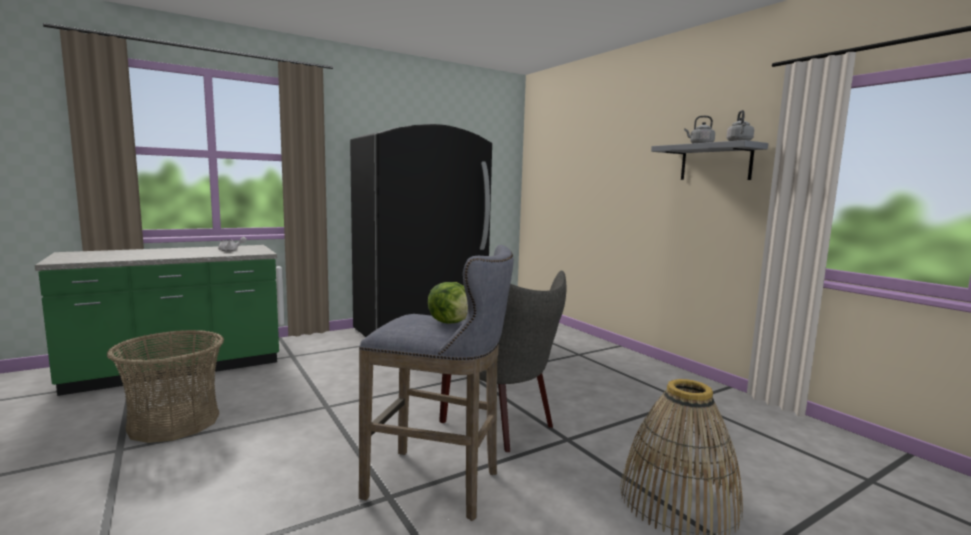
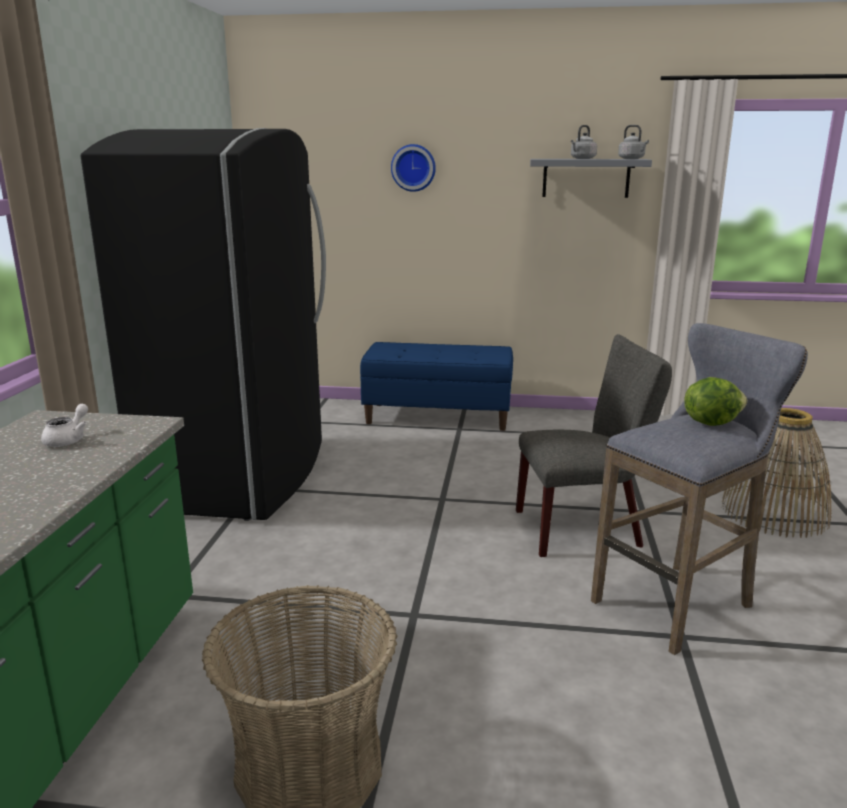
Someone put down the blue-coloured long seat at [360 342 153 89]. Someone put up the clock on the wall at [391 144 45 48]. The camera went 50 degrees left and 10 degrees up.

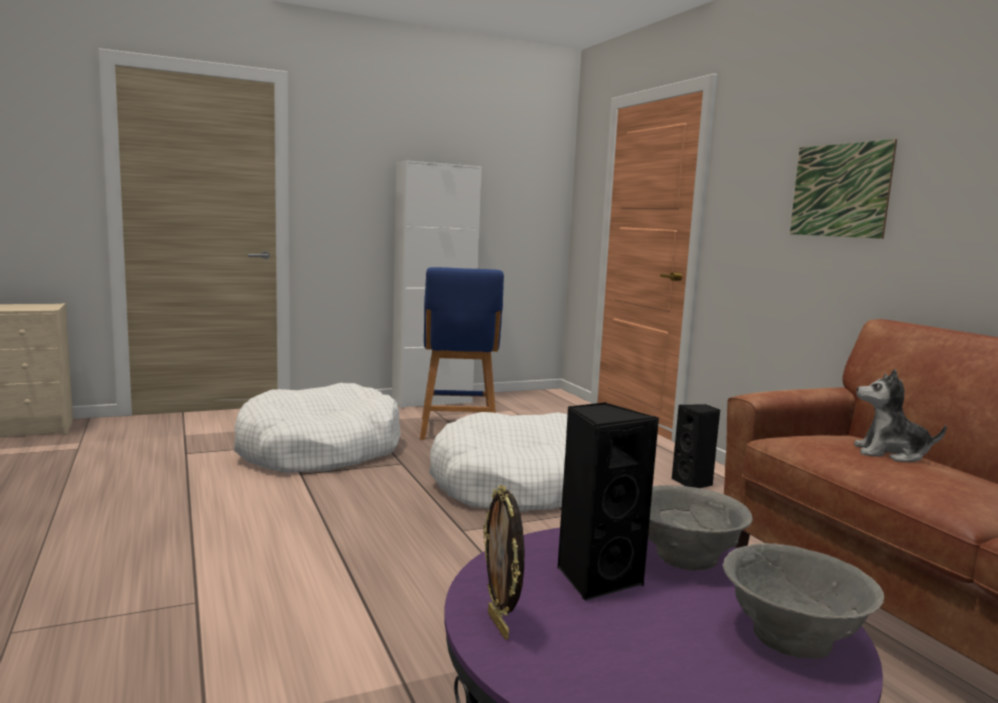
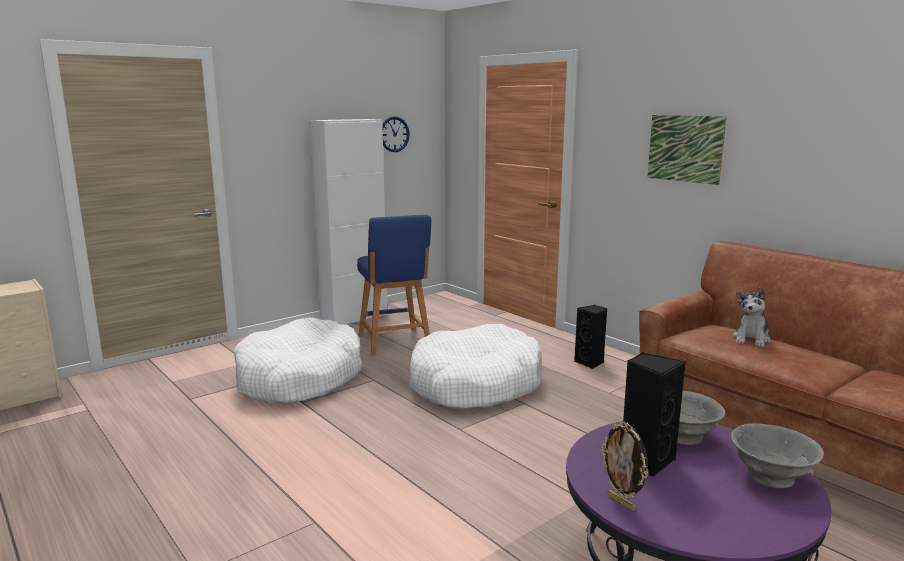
Someone rotated the soft toy at [854 369 93 93] by 60 degrees counterclockwise. Someone put up the clock on the wall at [382 116 27 36]. The camera went 15 degrees left and 5 degrees up.

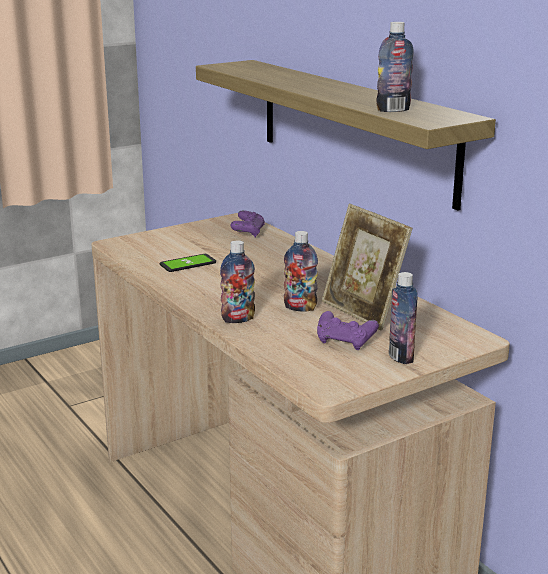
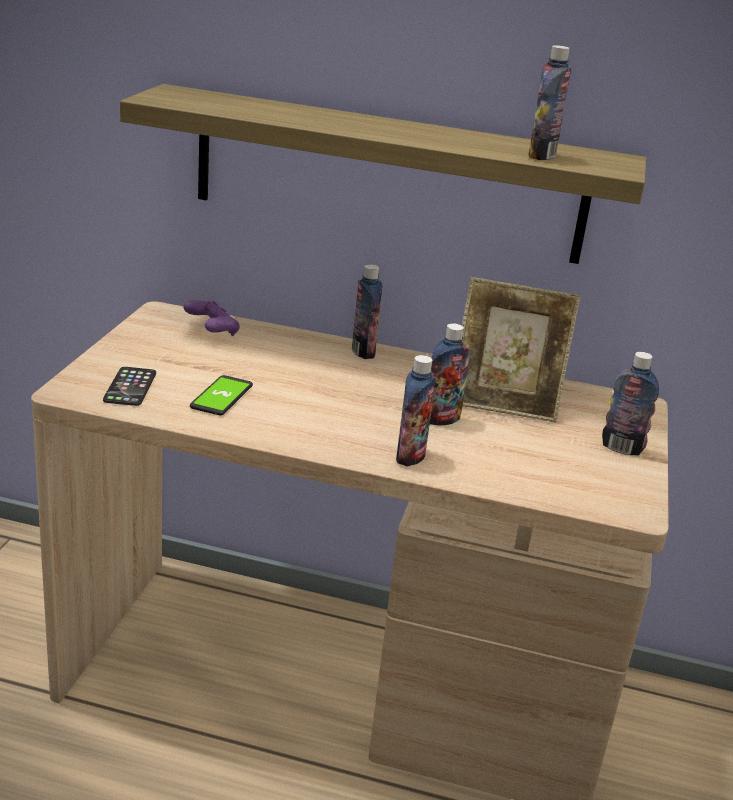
Someone took away the purple-coloured joypad at [317 311 62 39]. Someone put down the handset at [103 367 53 39]. Someone put down the bottle at [352 264 30 95]. The camera went 45 degrees left and 5 degrees up.

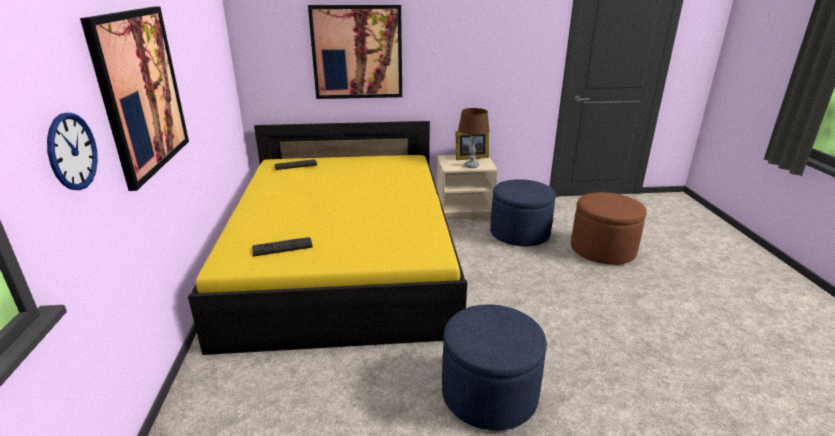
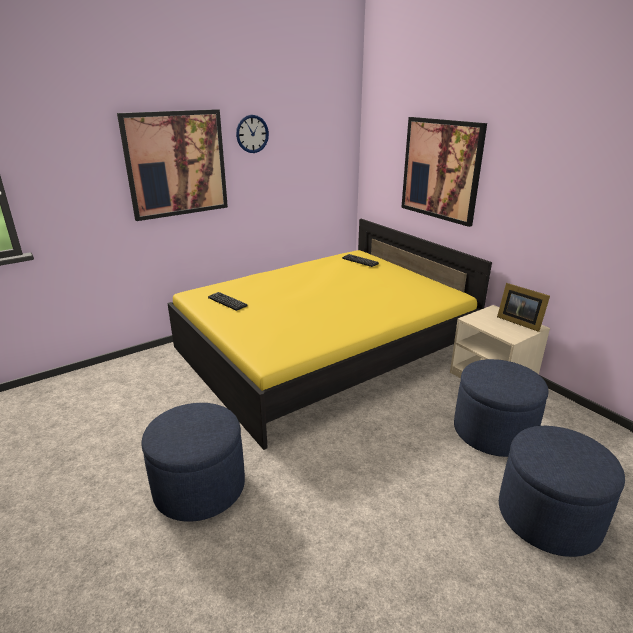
Someone carried the clock on the wall from [47 112 51 78] to [236 115 33 38]. Someone took away the brown-coloured tabletop lamp at [458 108 32 60]. Someone repainted the brown-coloured pouffe at [571 192 76 73], which became the blue-coloured pouffe at [499 426 126 131]. The camera went 60 degrees right and 0 degrees up.

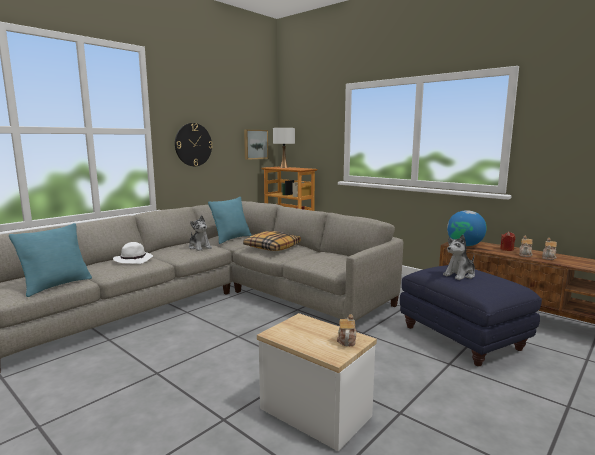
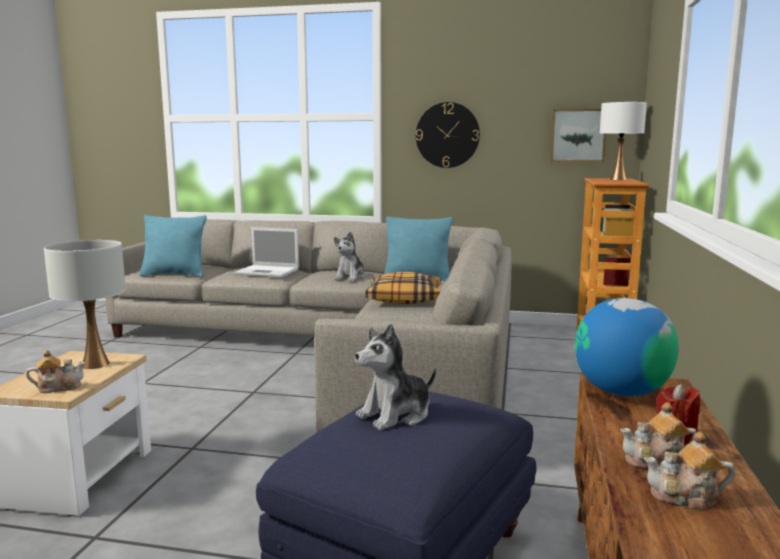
Someone swapped the white wearable hat at [113 242 40 22] for the notebook computer at [234 227 65 50]. Someone rotated the soft toy at [443 235 32 45] by 60 degrees counterclockwise. Someone put down the white tabletop lamp at [44 240 82 129]. The camera went 60 degrees right and 0 degrees up.

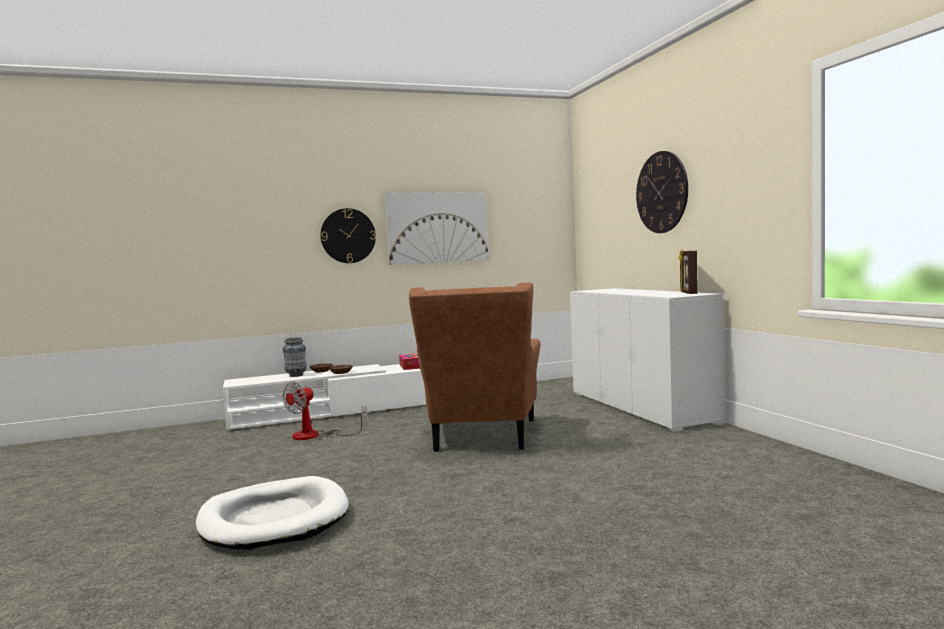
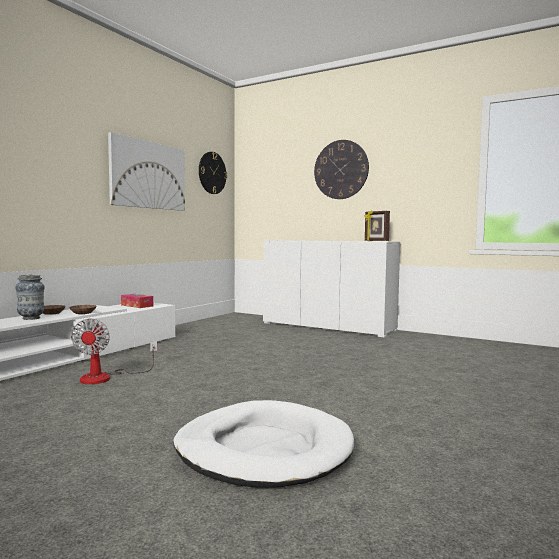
Someone carried the clock on the wall from [320 208 56 55] to [199 152 28 42]. Someone took away the brown-coloured easy chair at [409 282 132 170]. The camera went 40 degrees left and 0 degrees up.

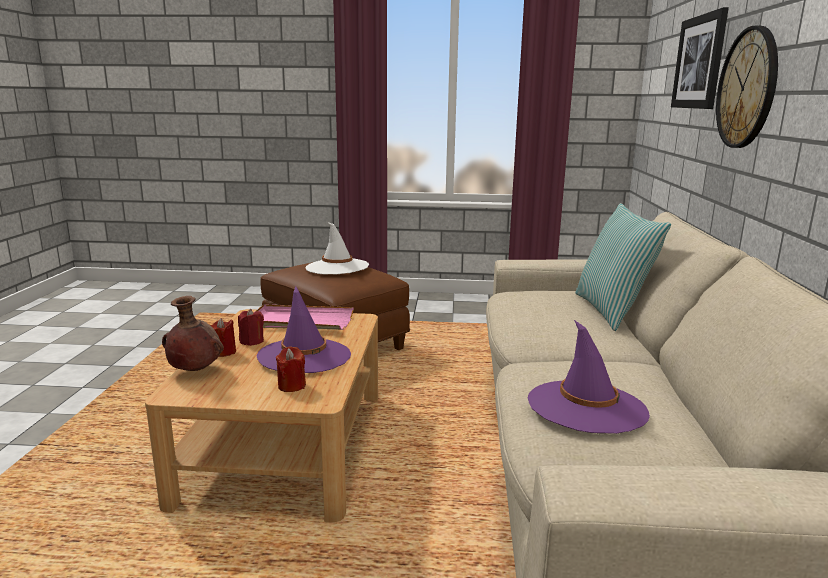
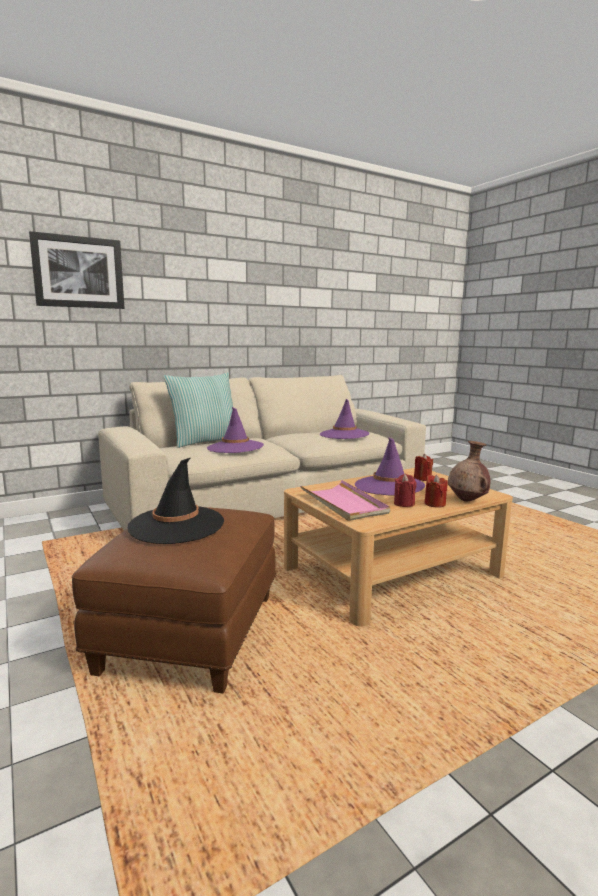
Someone repainted the white wearable hat at [305 222 64 52], which became the black wearable hat at [128 458 96 86]. Someone took away the clock on the wall at [716 26 62 122]. Someone put down the purple-coloured wearable hat at [207 407 57 46]. The camera went 125 degrees left and 5 degrees down.

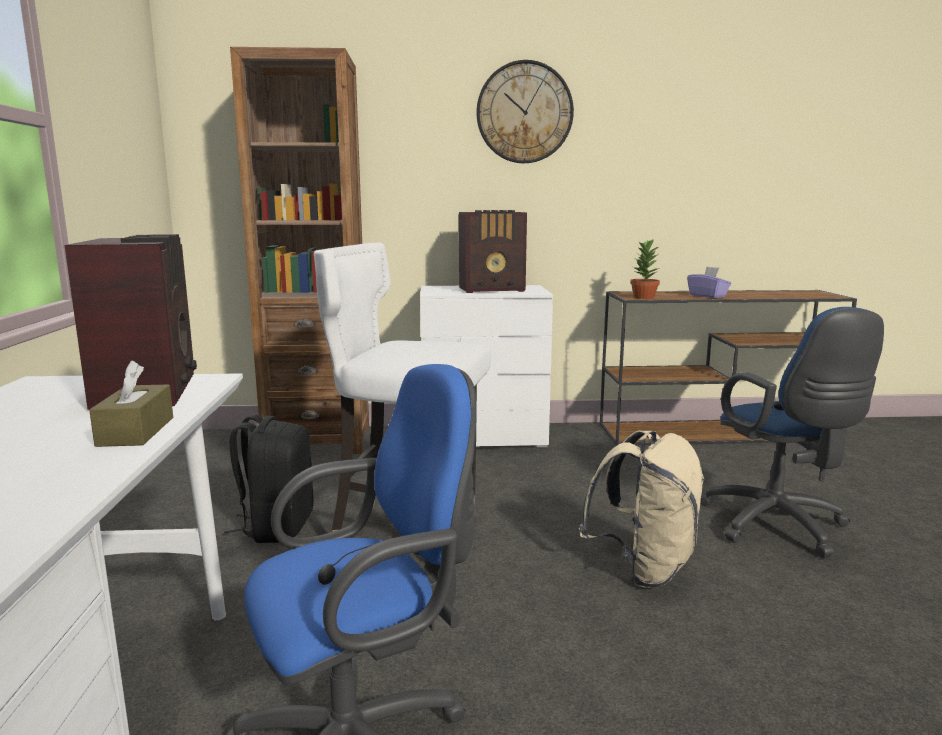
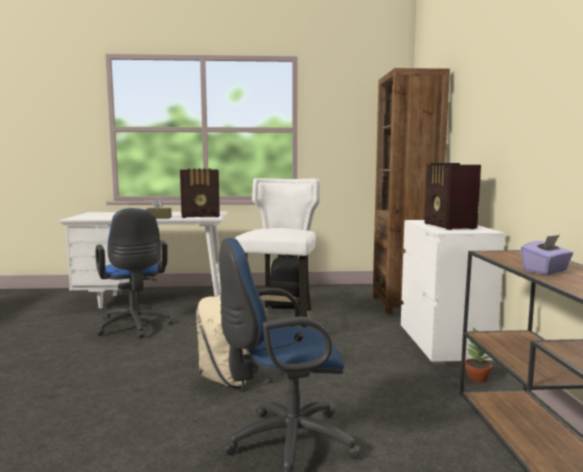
Someone took away the clock on the wall at [477 60 97 103]. Someone carried the houseplant from [630 240 30 59] to [465 328 27 55]. The camera went 90 degrees right and 5 degrees down.

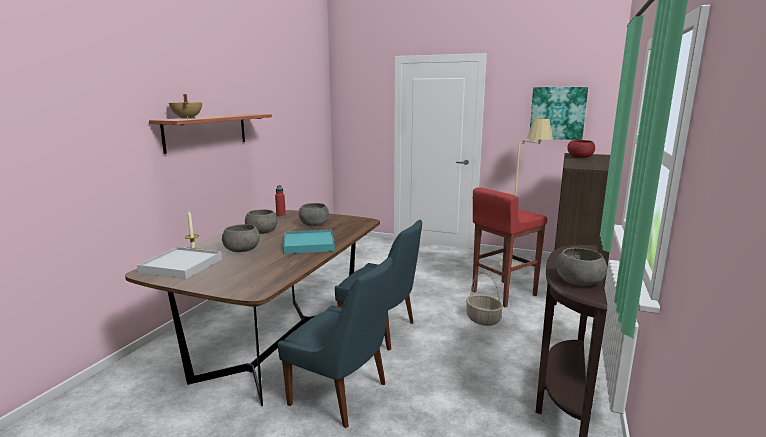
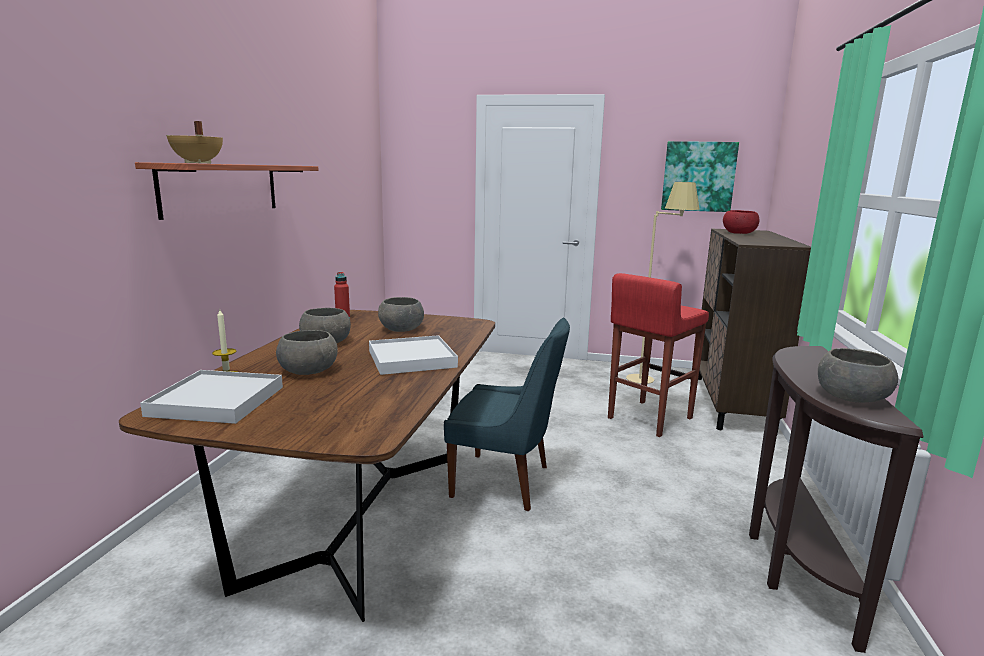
Someone took away the blue-coloured chair at [278 257 115 171]. Someone repainted the turquoise serving tray at [283 230 52 24], which became the white serving tray at [369 335 89 40]. Someone took away the basket at [466 272 37 54]. The camera went 10 degrees left and 0 degrees up.

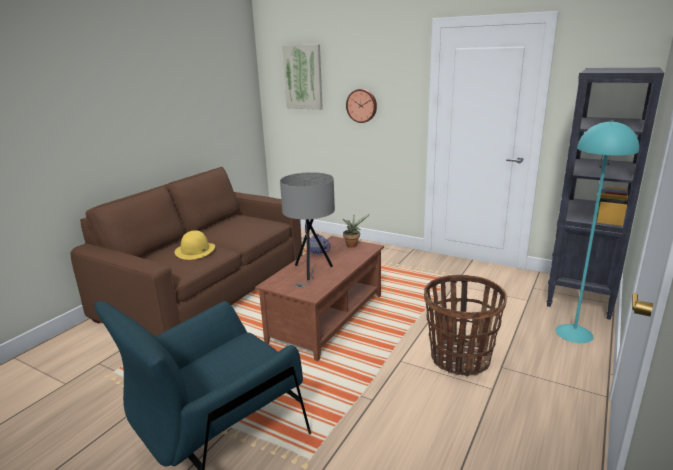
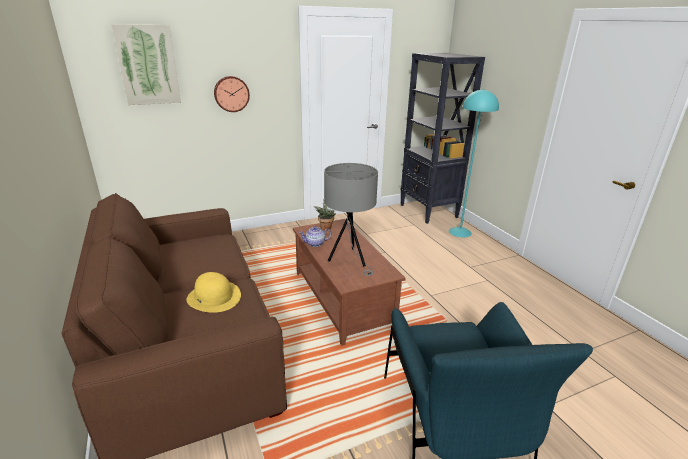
Someone took away the basket at [424 275 83 101]. The camera went 55 degrees left and 5 degrees up.

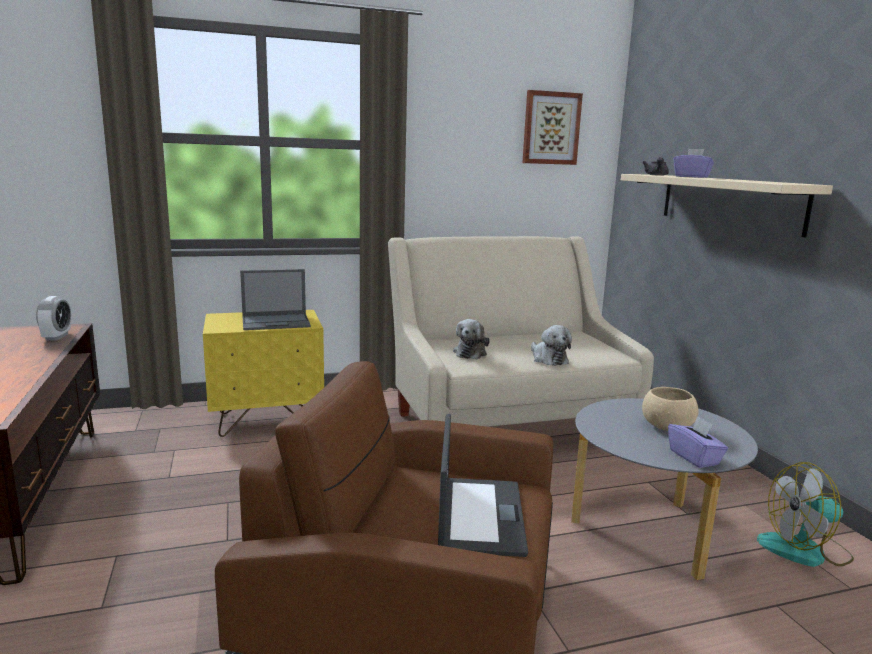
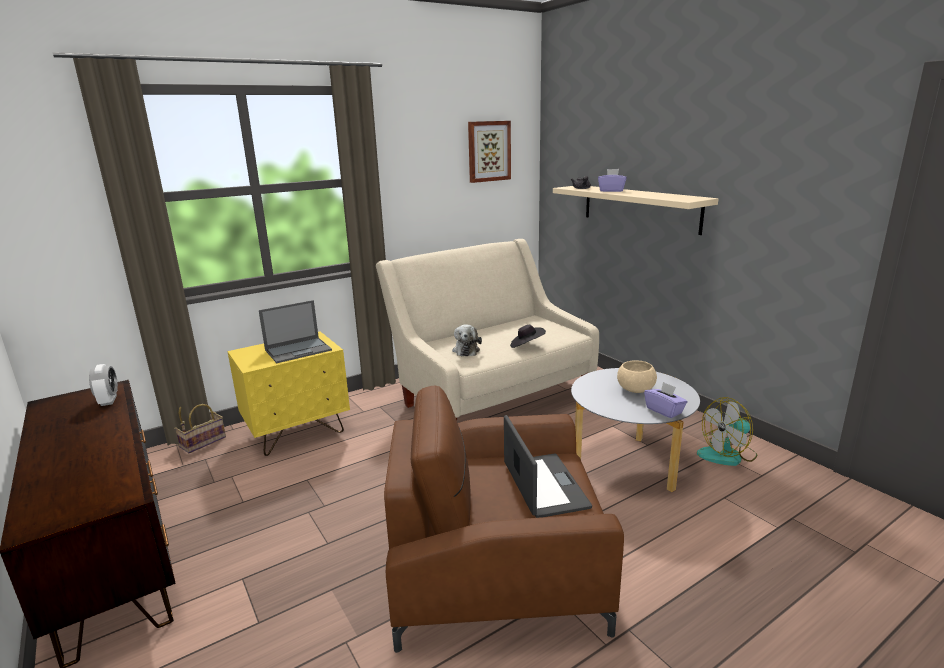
Someone swapped the soft toy at [531 325 41 41] for the black wearable hat at [510 325 36 23]. Someone put down the basket at [174 404 52 49]. The camera went 15 degrees left and 5 degrees up.

